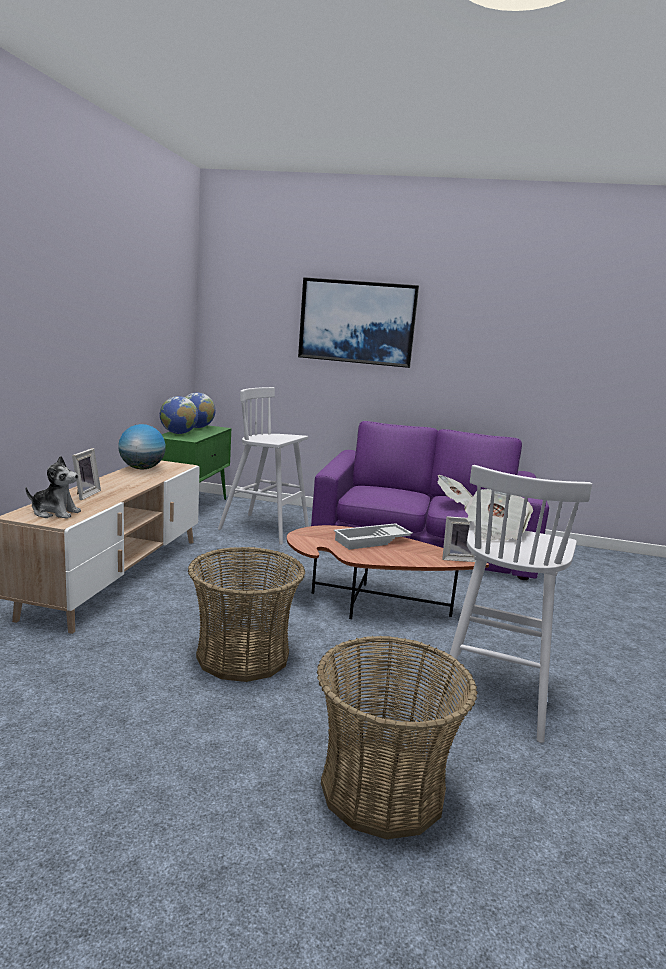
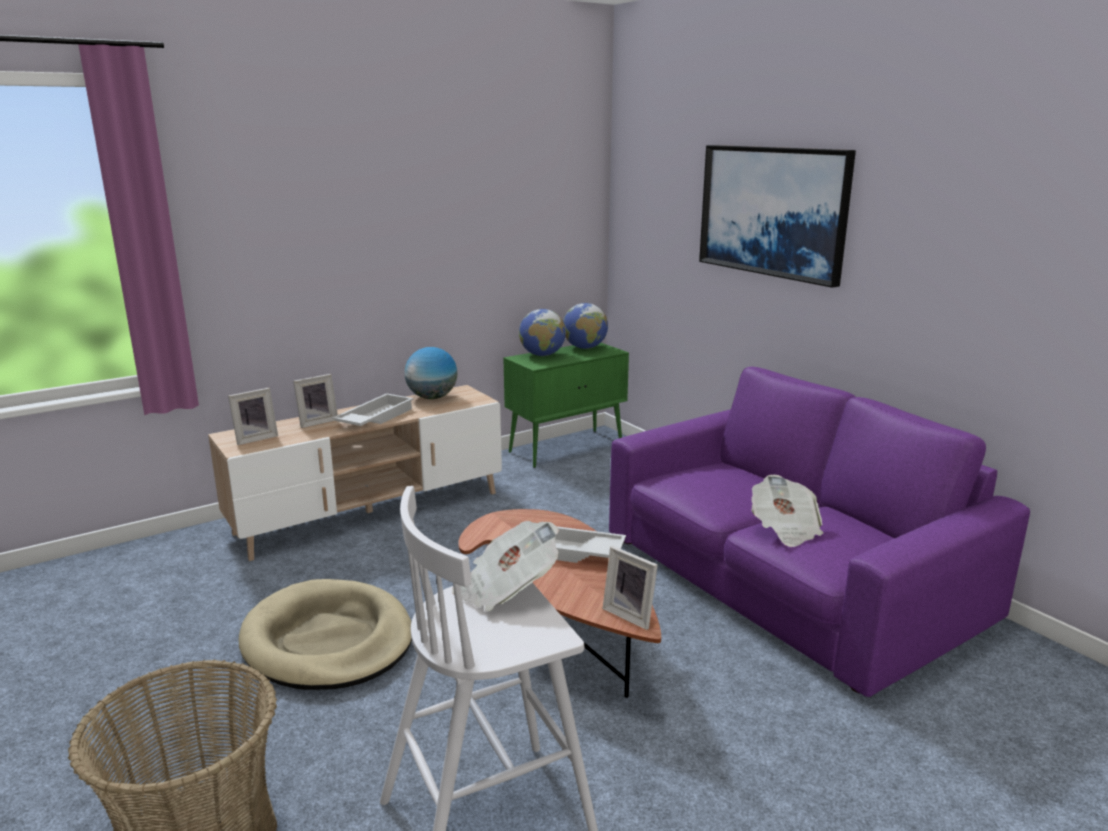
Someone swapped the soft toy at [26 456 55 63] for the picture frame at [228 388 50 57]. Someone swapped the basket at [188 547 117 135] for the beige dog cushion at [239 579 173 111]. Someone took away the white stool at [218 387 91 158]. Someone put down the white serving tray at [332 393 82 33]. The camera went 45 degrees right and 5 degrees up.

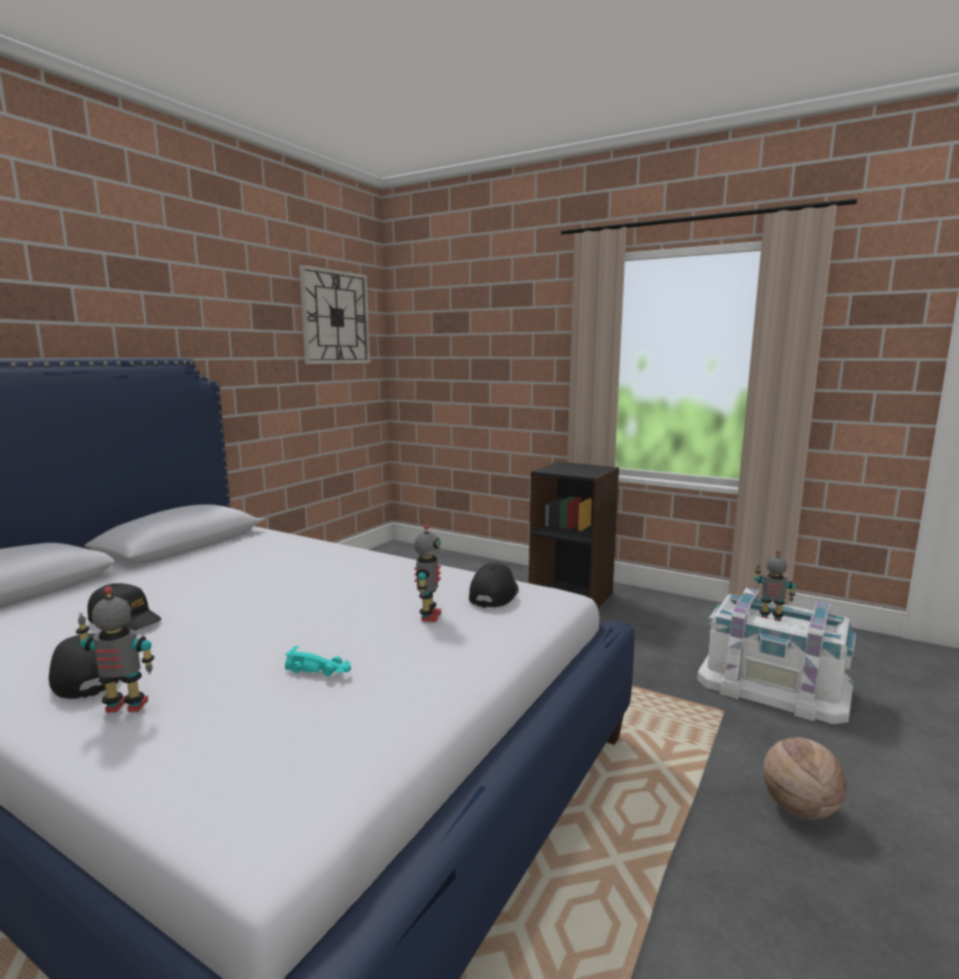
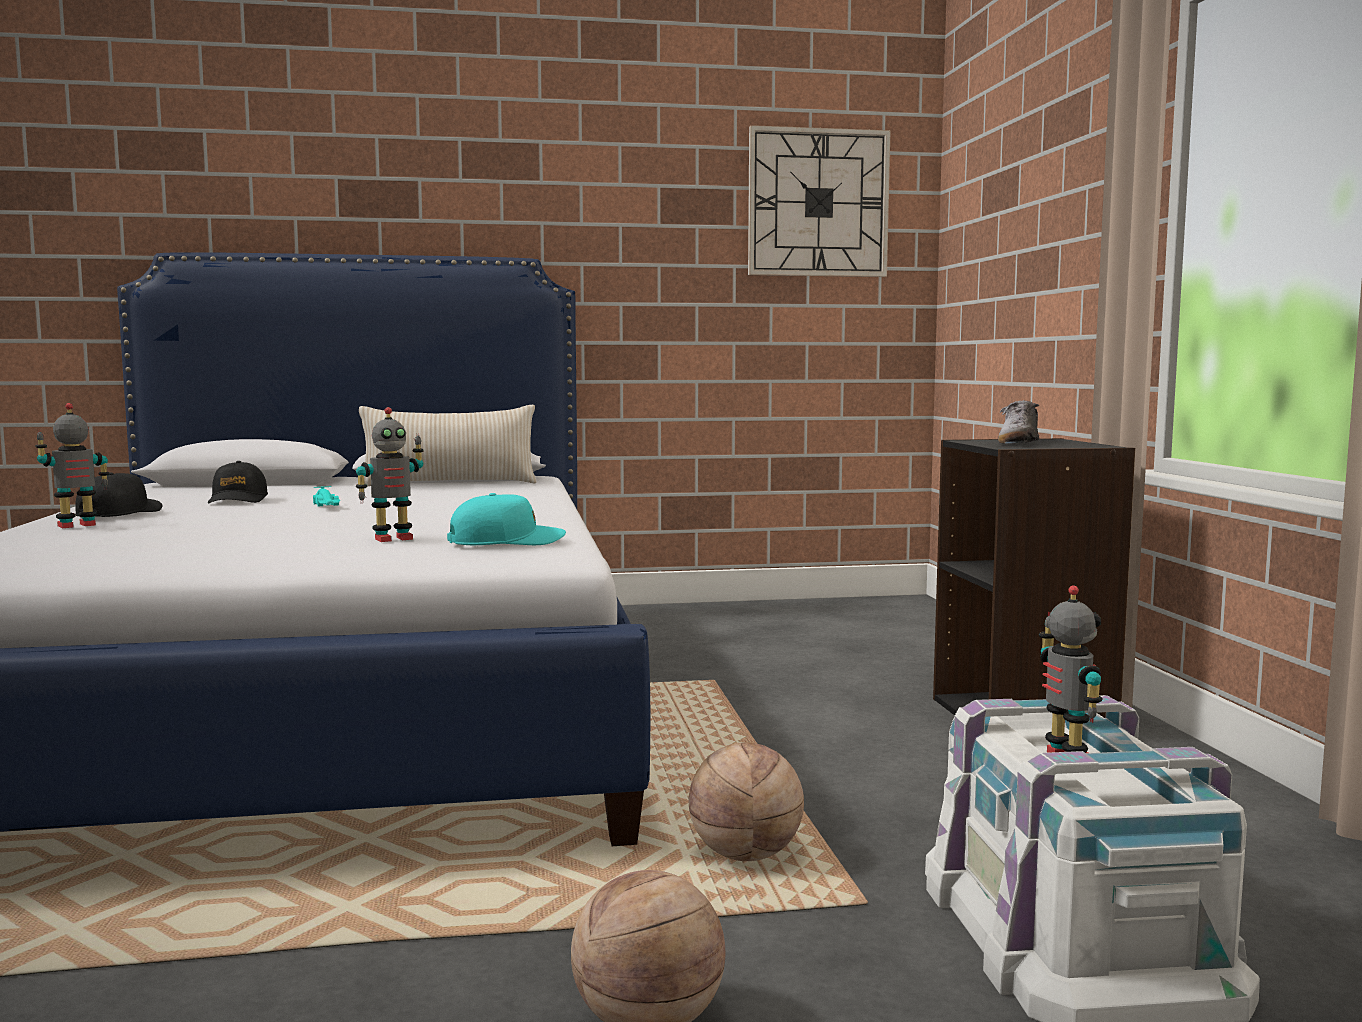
Someone rotated the model robot at [76 587 78 125] by 90 degrees counterclockwise. Someone carried the turquoise toy car from [285 646 66 30] to [313 486 27 20]. Someone repainted the black cap at [469 563 50 45], which became the turquoise cap at [447 493 119 52]. Someone put down the beige throw pillow at [359 405 177 82]. Someone put down the ball for basketball at [689 742 115 119]. Someone put down the item of footwear at [998 400 42 44]. The camera went 50 degrees right and 5 degrees down.

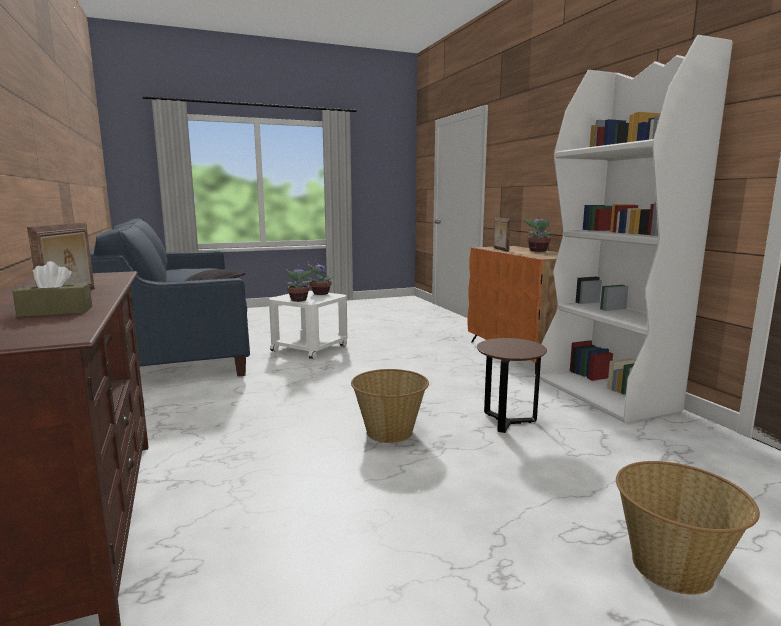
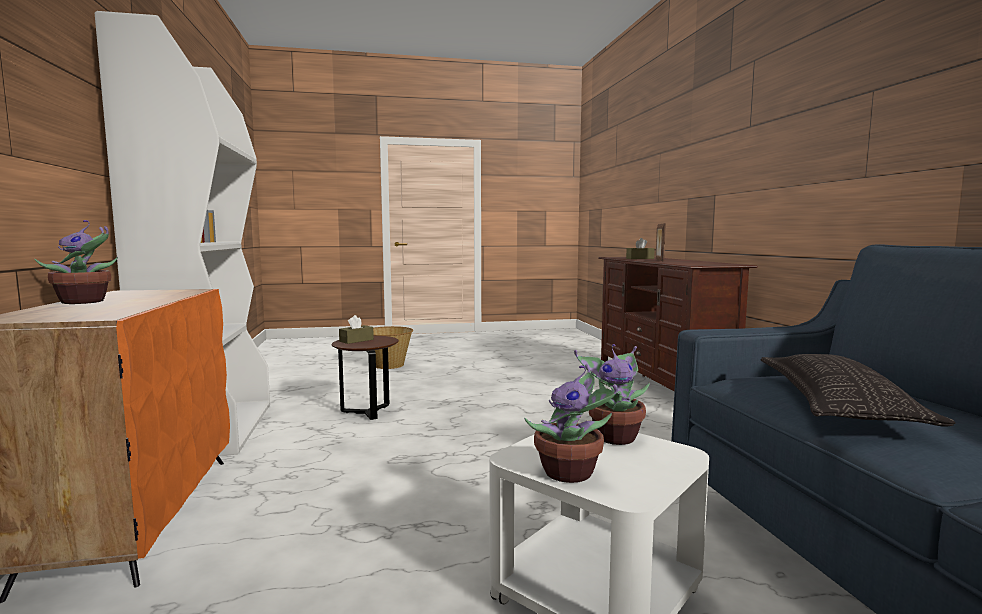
Someone took away the basket at [351 369 78 74]. Someone took away the picture frame at [494 217 17 35]. Someone put down the brown-coloured tissue box at [339 315 35 29]. The camera went 170 degrees left and 5 degrees down.

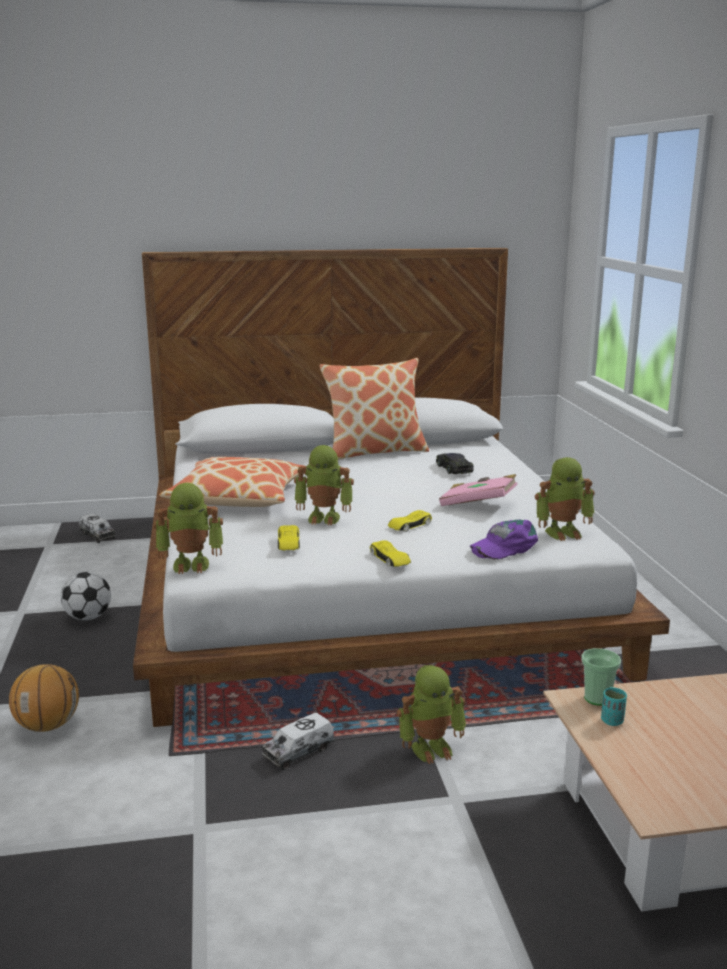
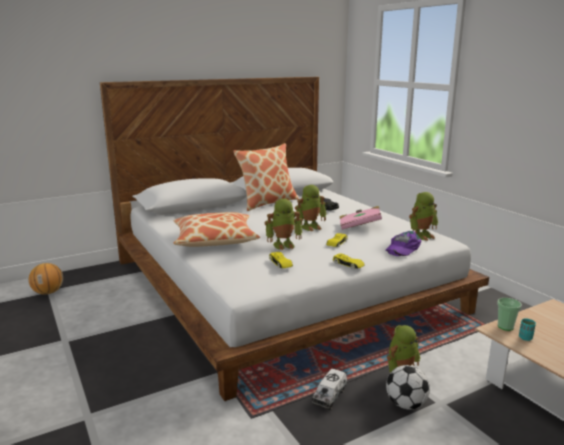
Someone carried the ball for basketball from [9 664 70 68] to [29 263 34 32]. Someone carried the ball for football from [61 572 50 48] to [386 365 44 45]. Someone took away the model truck at [79 514 36 29]. Someone carried the model robot from [154 483 69 91] to [295 185 32 46]. The camera went 20 degrees left and 0 degrees up.

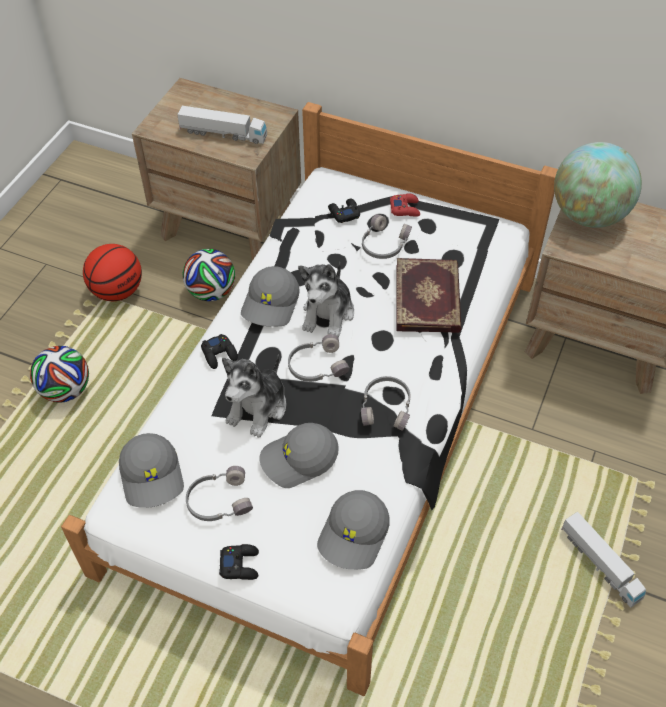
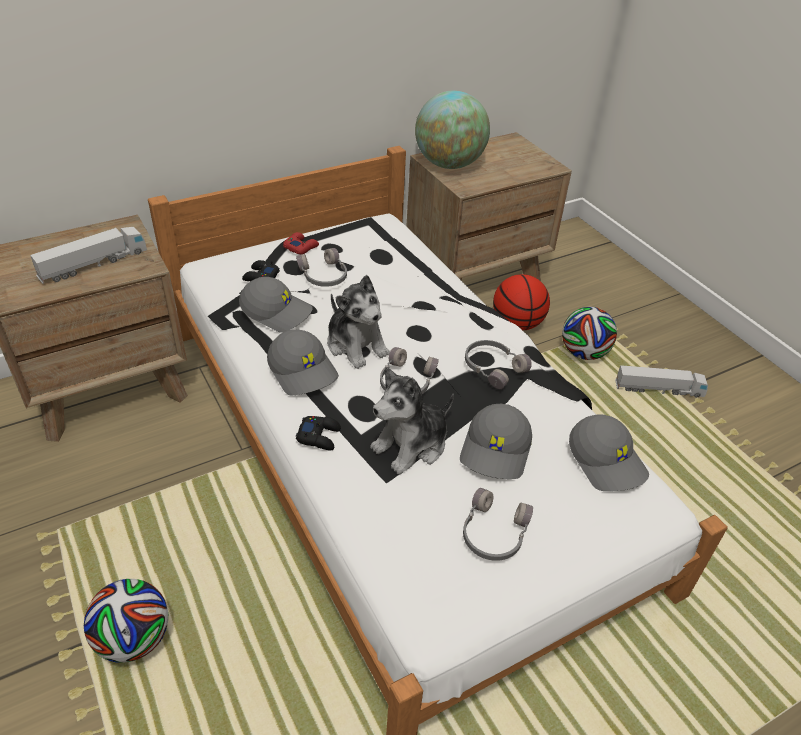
Someone carried the ball for basketball from [83 244 59 57] to [493 274 57 56]. Someone carried the gray cap from [119 433 65 75] to [239 277 74 56]. Someone carried the ball for football from [183 249 52 52] to [562 307 55 53]. Someone took away the black joypad at [219 544 40 36]. Someone rotated the soft toy at [222 354 65 84] by 75 degrees clockwise. Someone took away the book at [397 258 65 75]. The camera went 55 degrees left and 10 degrees down.

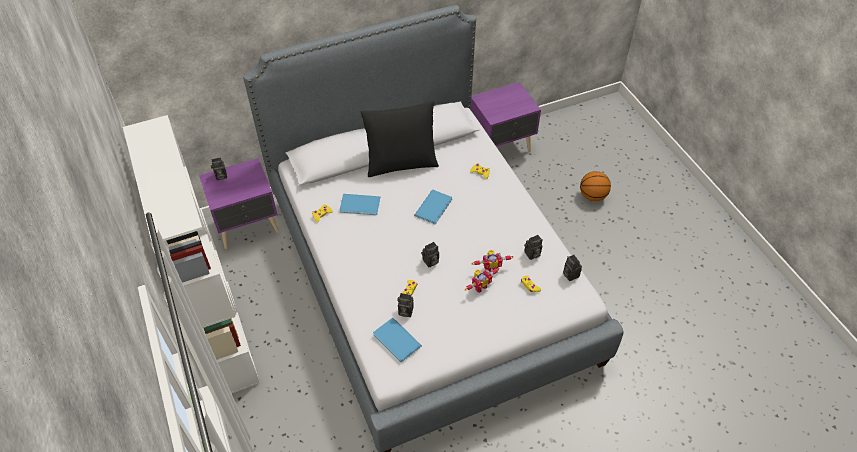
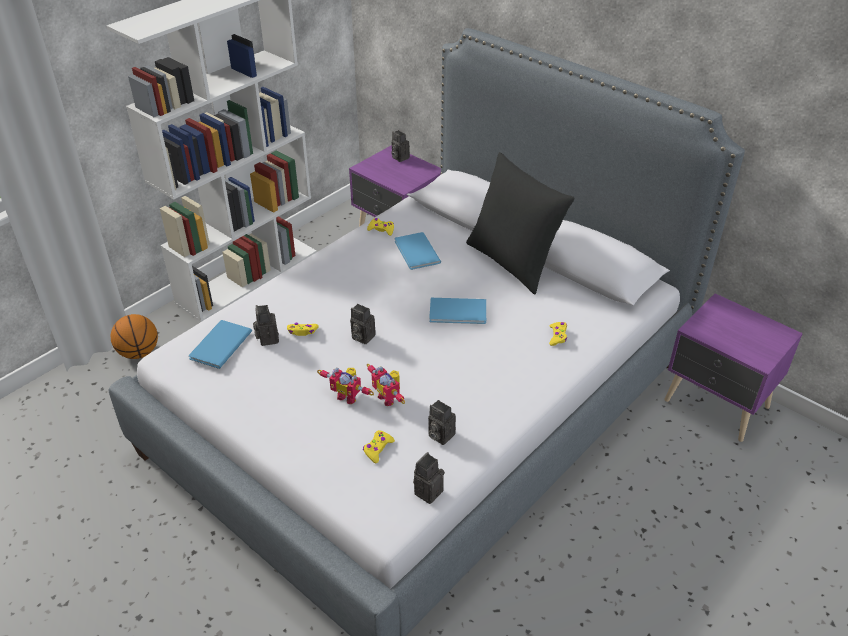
Someone carried the ball for basketball from [580 171 31 30] to [111 314 47 45]. The camera went 65 degrees right and 10 degrees down.

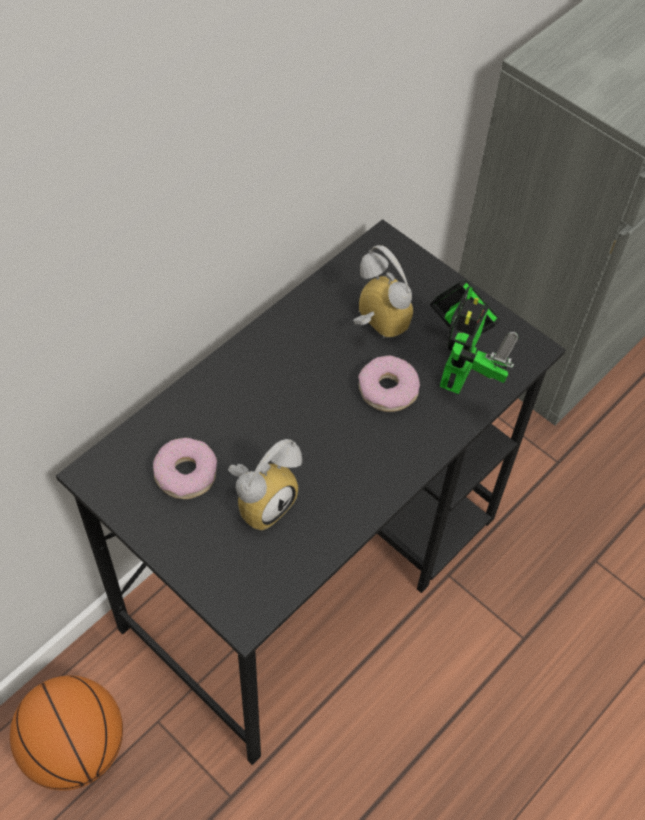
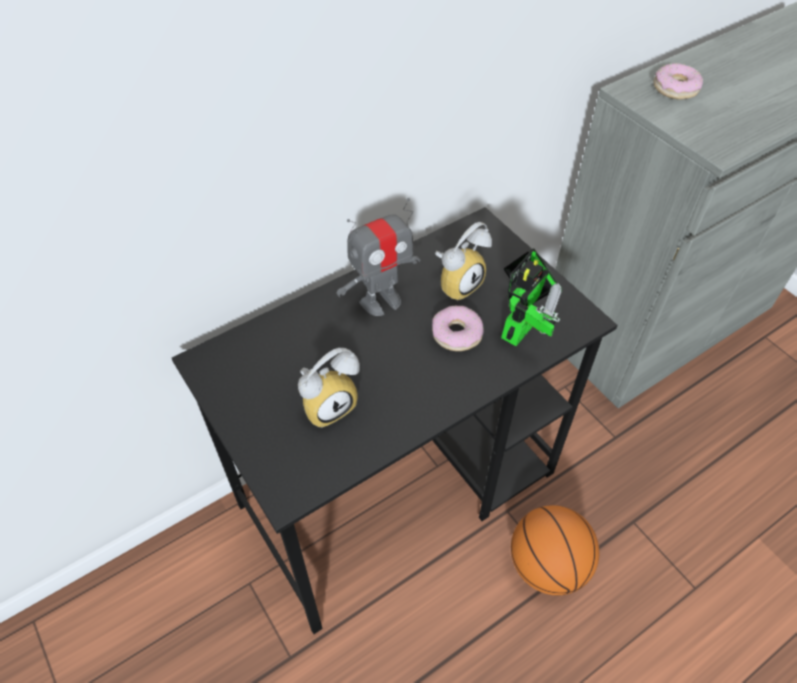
Someone carried the ball for basketball from [10 675 113 116] to [511 505 88 90]. Someone carried the ring doughnut from [153 437 64 62] to [654 63 49 37]. Someone rotated the alarm clock at [353 245 60 93] by 75 degrees clockwise. Someone put down the model robot at [336 198 84 118]. The camera went 15 degrees right and 5 degrees down.

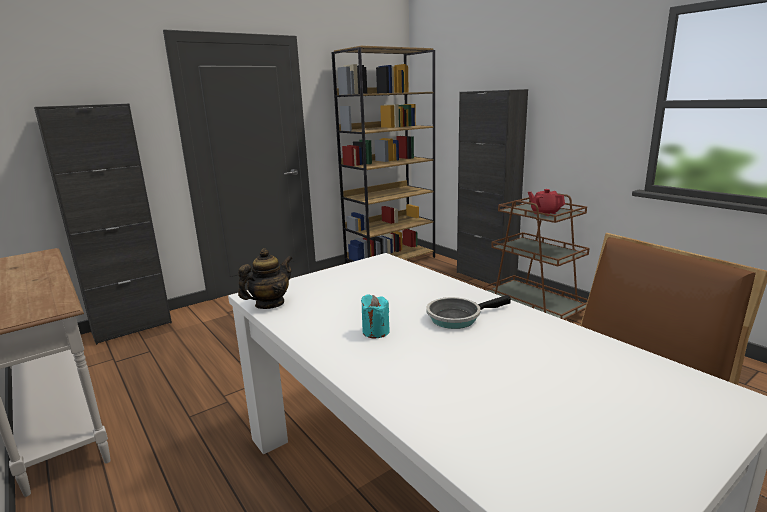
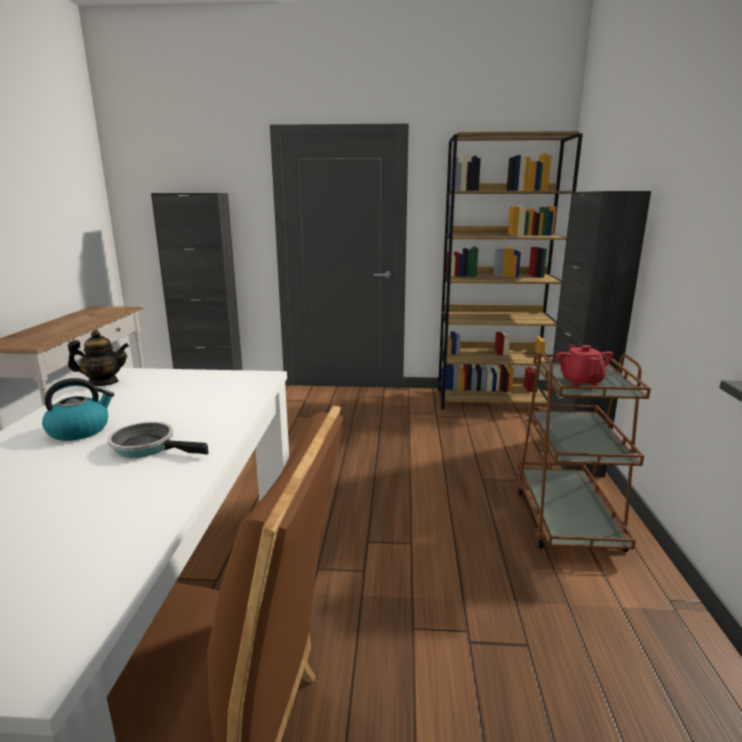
Someone swapped the turquoise candle at [361 294 29 45] for the tea kettle at [42 378 72 63]. The camera went 40 degrees right and 0 degrees up.

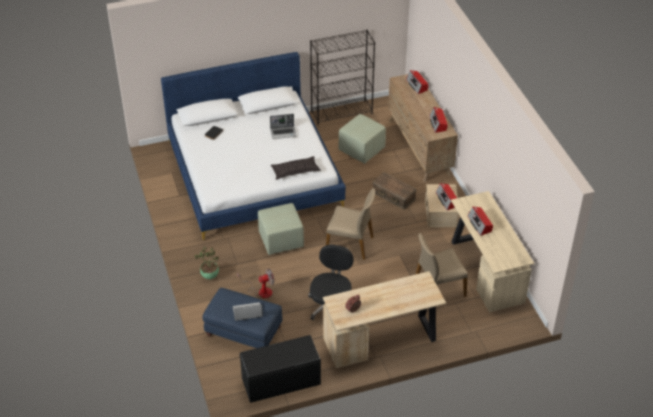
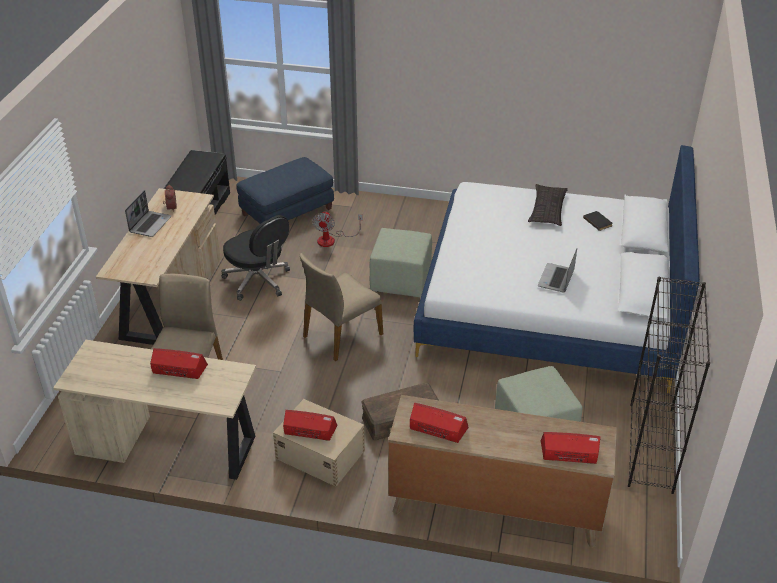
Someone took away the houseplant at [194 247 25 32]. Someone carried the notebook computer from [233 302 30 19] to [125 190 46 47]. Someone carried the throw pillow from [271 156 50 24] to [528 184 40 42]. The camera went 120 degrees right and 5 degrees down.

